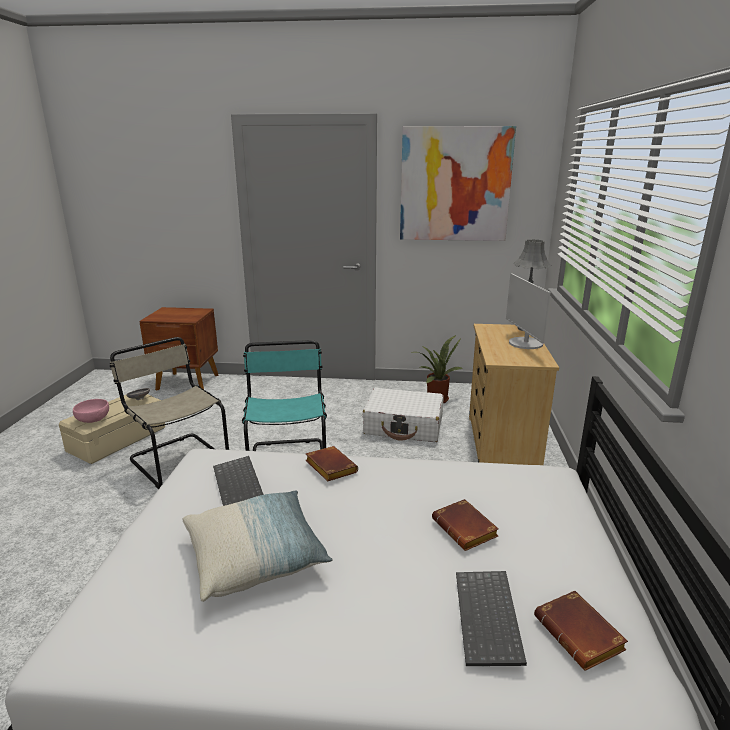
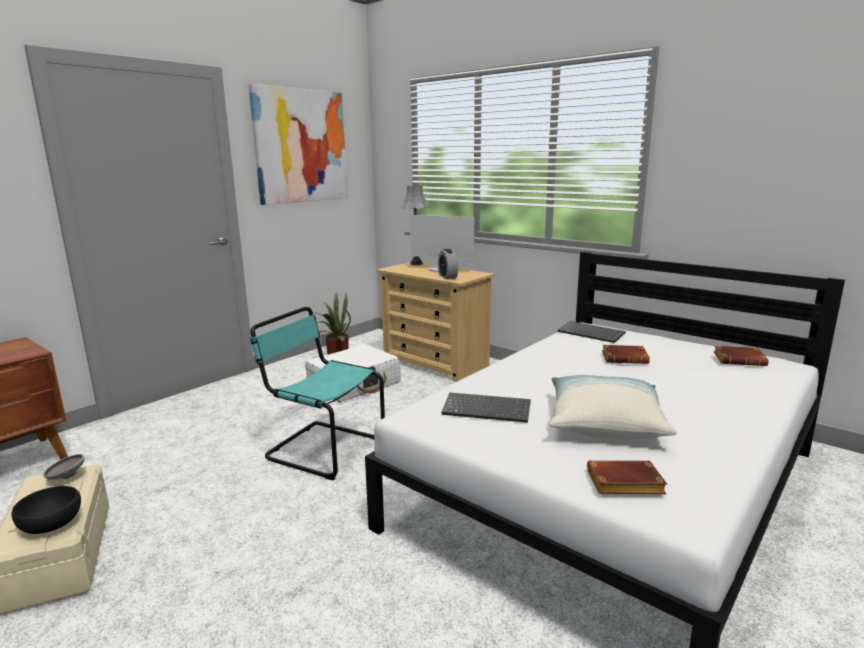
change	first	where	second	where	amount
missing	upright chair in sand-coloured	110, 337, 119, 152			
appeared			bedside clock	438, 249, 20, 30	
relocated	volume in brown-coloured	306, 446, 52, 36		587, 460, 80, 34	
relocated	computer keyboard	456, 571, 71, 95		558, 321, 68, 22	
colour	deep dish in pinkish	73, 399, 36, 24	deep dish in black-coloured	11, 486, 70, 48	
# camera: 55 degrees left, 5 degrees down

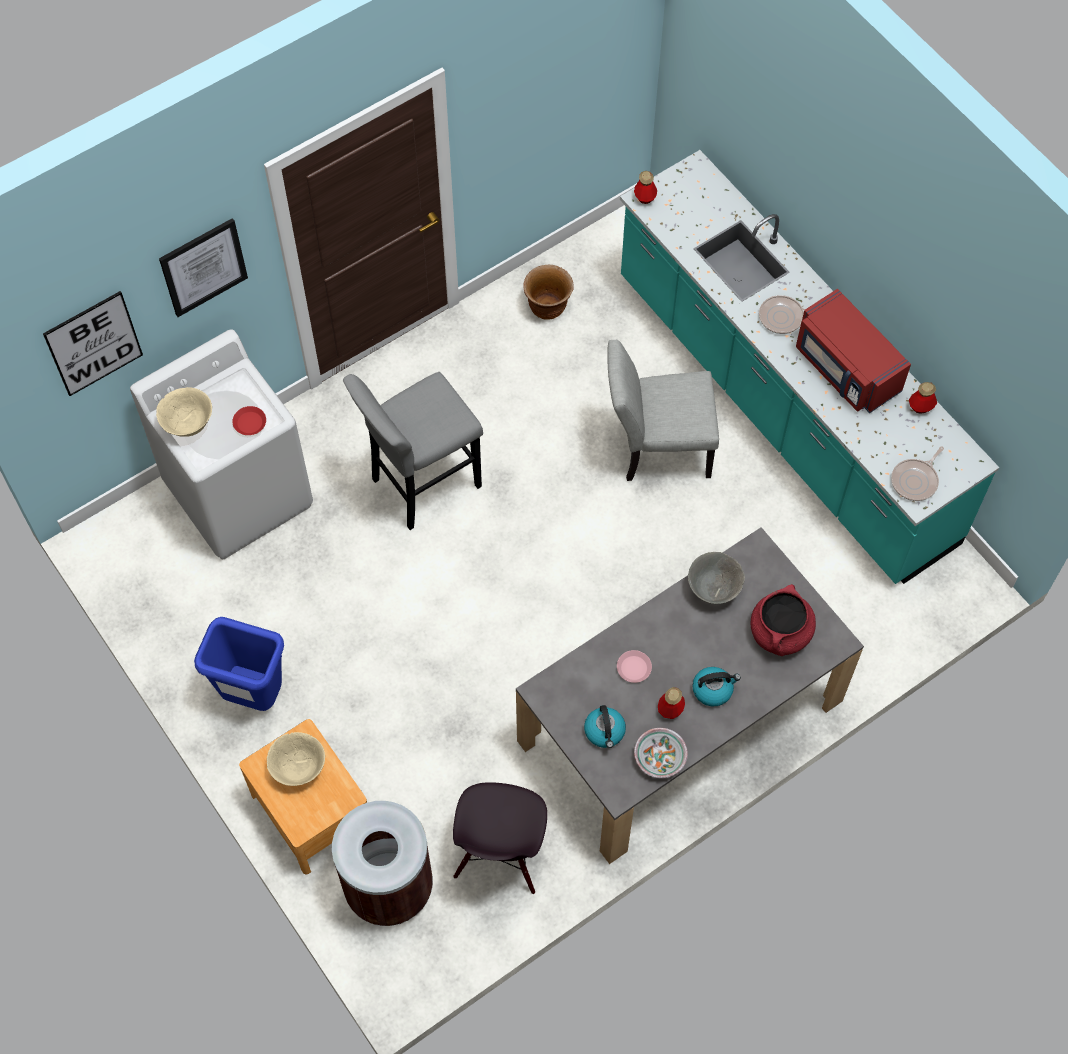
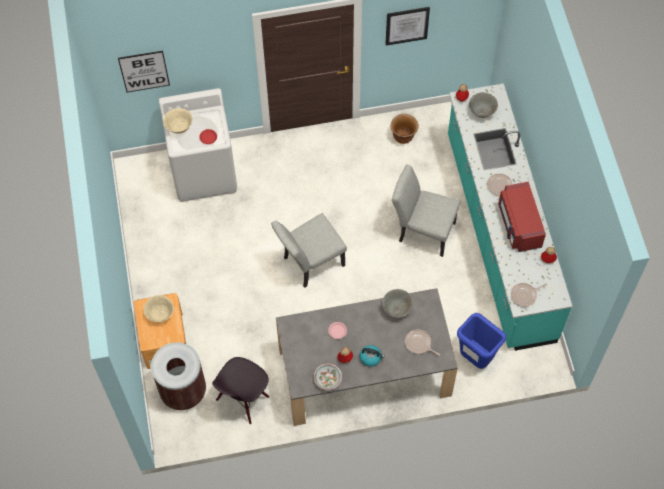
change	first	where	second	where	amount
missing	stool in greyish	343, 372, 140, 158			
missing	kettle	584, 705, 42, 43			
appeared			upright chair in greyish	271, 213, 76, 75	
appeared			deep dish in greyish	469, 92, 29, 26	
relocated	wall picture	159, 218, 89, 99		385, 7, 45, 39	
relocated	rubbish bin in blue-coloured	194, 617, 90, 94		457, 313, 49, 56	
exchanged	stockpot in reddish	751, 584, 65, 72	skillet	405, 329, 35, 27	
# camera: 25 degrees right, 0 degrees up

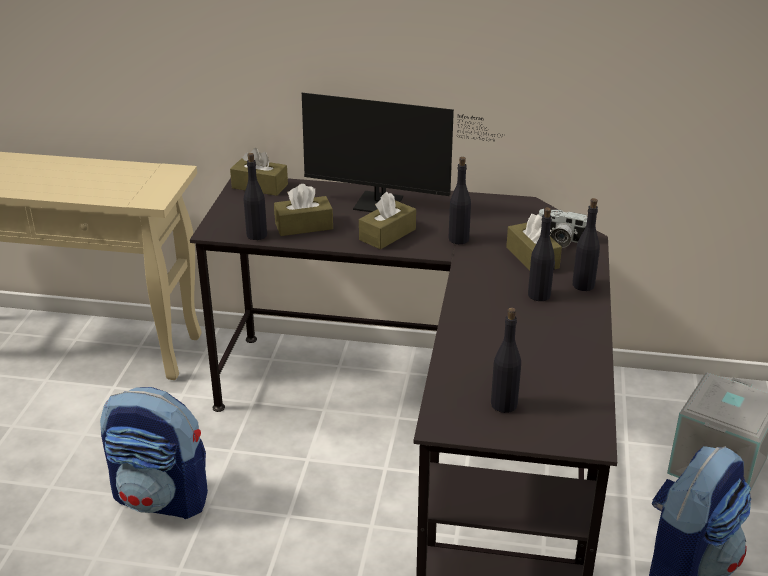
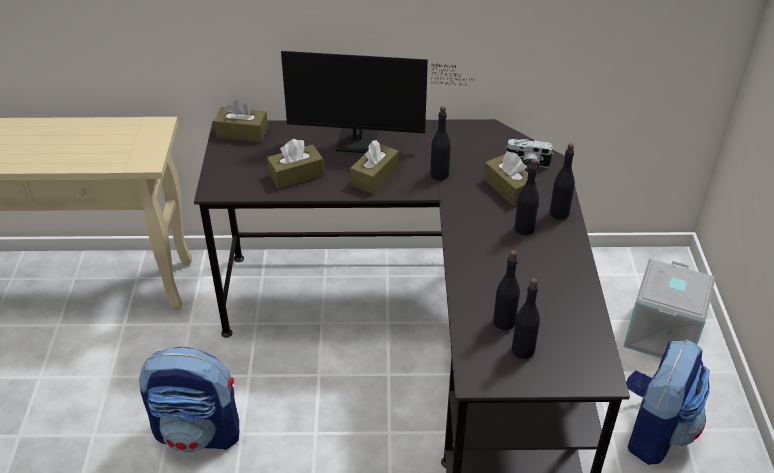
change	first	where	second	where	amount
relocated	beverage bottle in black-coloured	244, 153, 23, 87		493, 250, 27, 80	
# camera: 10 degrees left, 10 degrees up

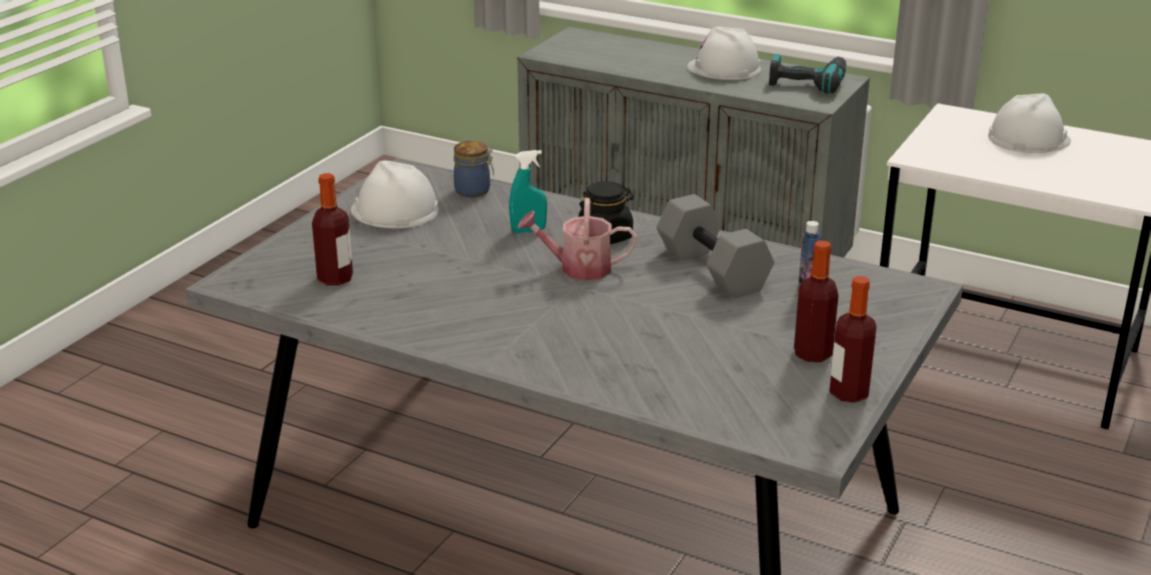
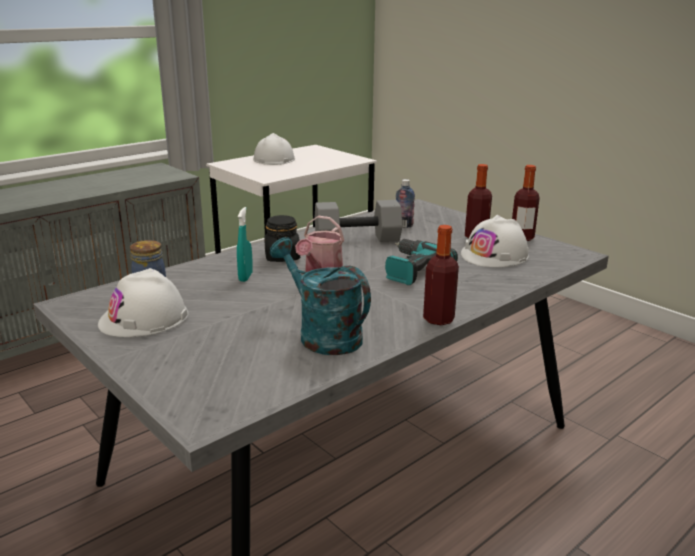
change	first	where	second	where	amount
appeared			watering can in blue-green	270, 237, 101, 118	
relocated	beverage bottle	312, 173, 41, 112		423, 225, 36, 100	
relocated	work helmet in white	687, 27, 74, 53		461, 215, 68, 52	
relocated	power drill	769, 54, 77, 40		385, 239, 73, 46	
# camera: 70 degrees left, 5 degrees down

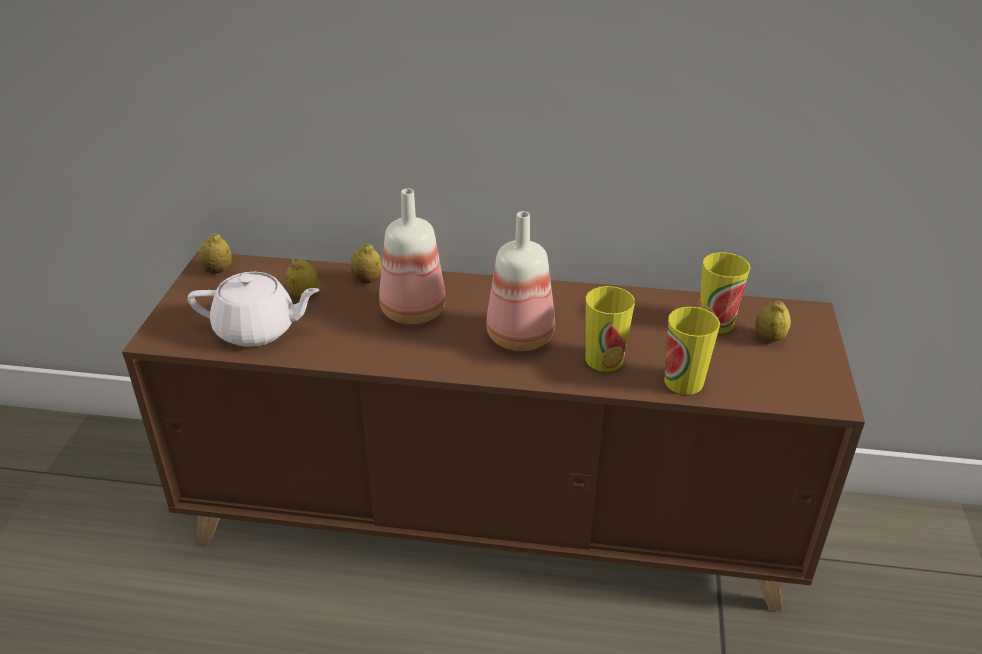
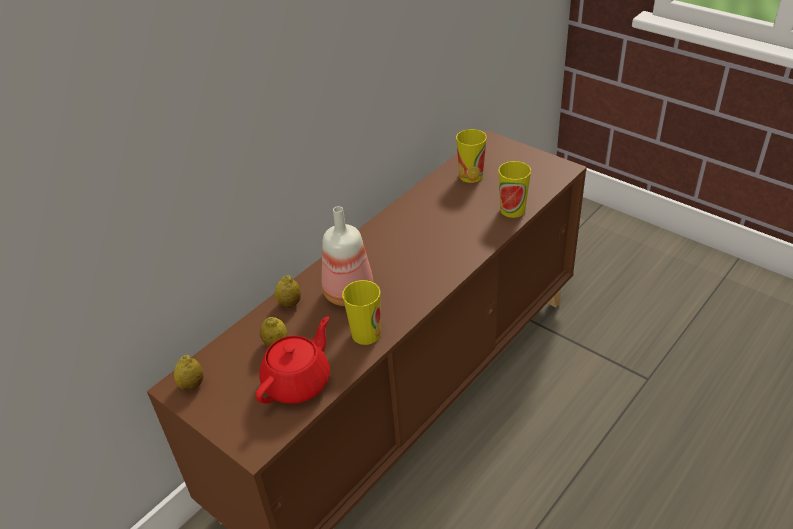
change	first	where	second	where	amount
missing	beverage bottle	486, 211, 69, 140			
missing	lemon	755, 301, 36, 41			
relocated	small cup	586, 286, 49, 86		342, 280, 39, 65	
colour	tea pot in white	188, 272, 131, 75	tea pot in reddish	255, 317, 75, 87	
# camera: 55 degrees left, 5 degrees up

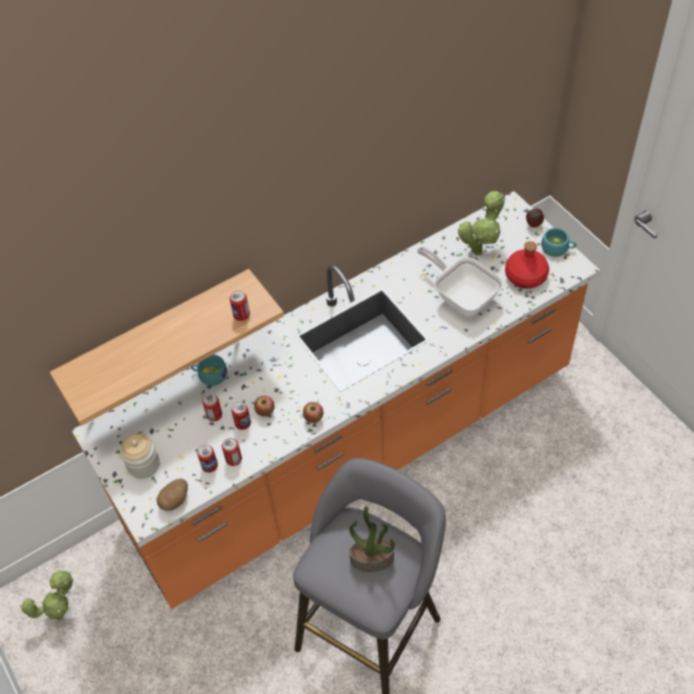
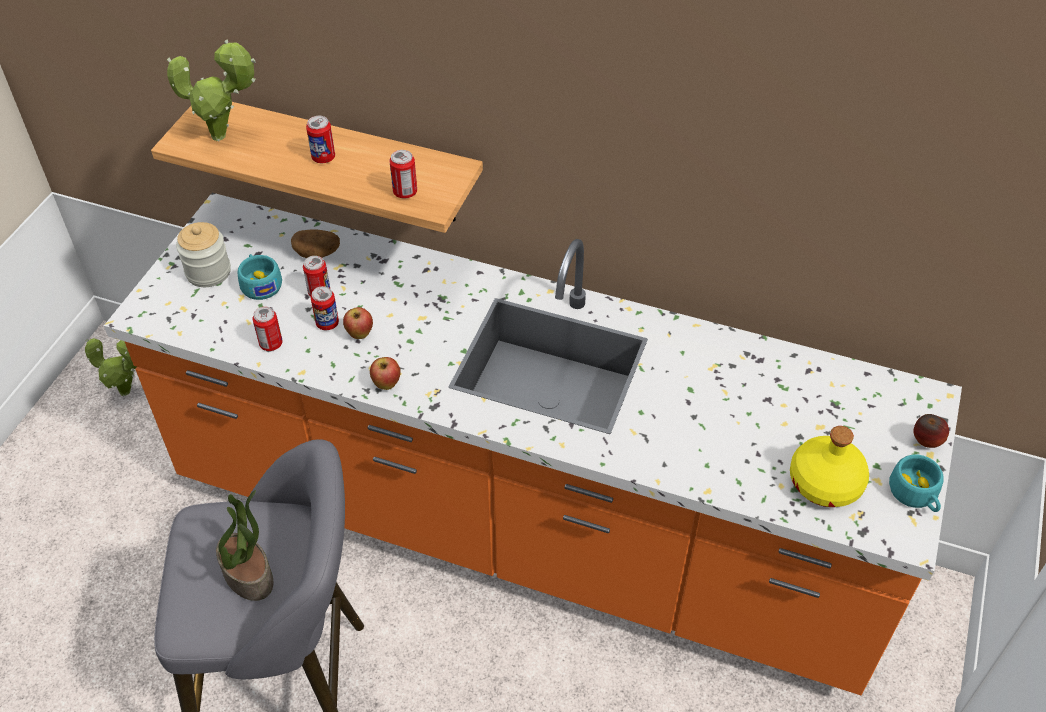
change	first	where	second	where	amount
missing	skillet	417, 247, 86, 69			
relocated	spud	157, 479, 31, 32		291, 229, 49, 29	
relocated	small cup in blue-green	191, 354, 36, 32		237, 254, 45, 46	
relocated	sealed can	197, 444, 21, 29		306, 116, 29, 47	
relocated	plant in a pot	458, 191, 47, 65		167, 39, 89, 102	
colour	beverage bottle in reddish	505, 241, 44, 48	beverage bottle in yellow	790, 426, 79, 81	
# camera: 50 degrees right, 5 degrees down

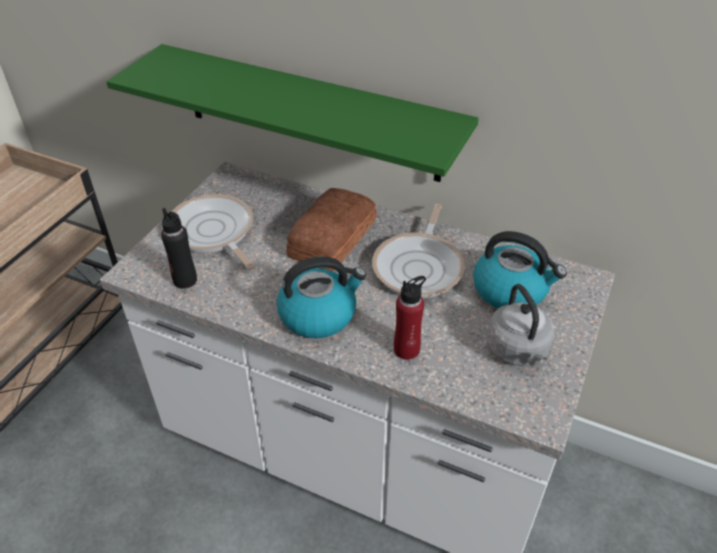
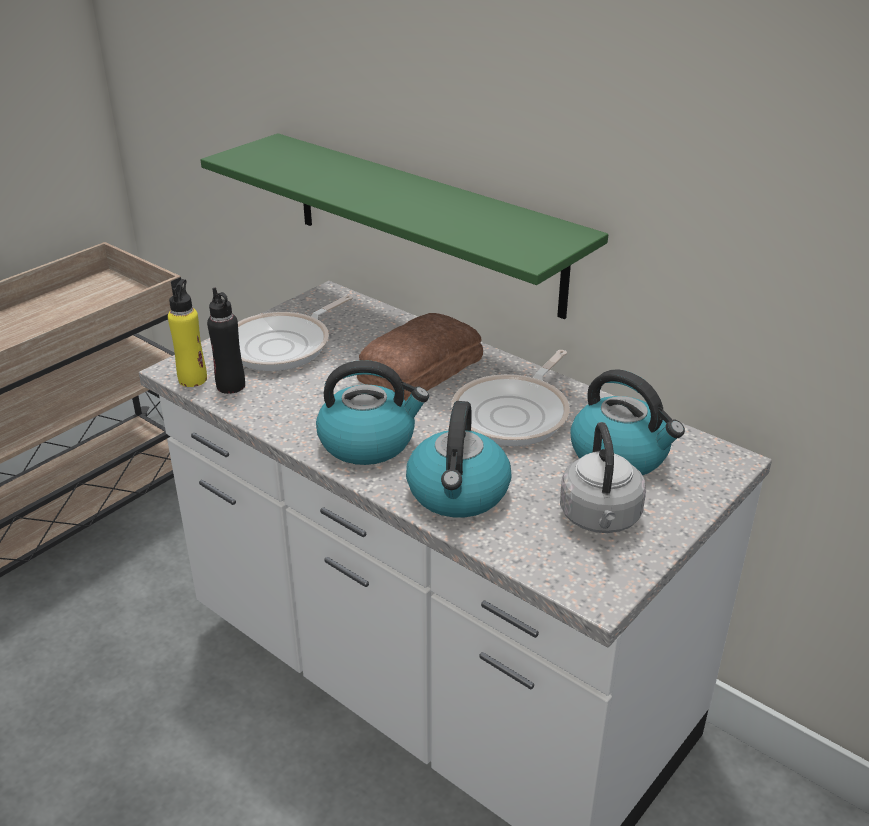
change	first	where	second	where	amount
appeared			beverage bottle in yellow	168, 279, 39, 108	
exchanged	beverage bottle in reddish	394, 276, 32, 84	kettle	406, 401, 106, 116	
spun	skillet	171, 194, 84, 76		238, 295, 115, 76	120 degrees counterclockwise
# camera: 15 degrees right, 10 degrees down

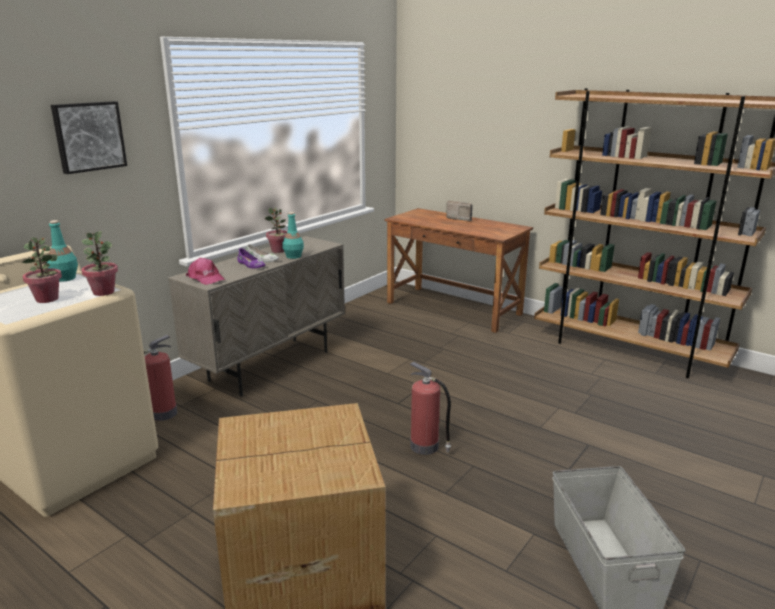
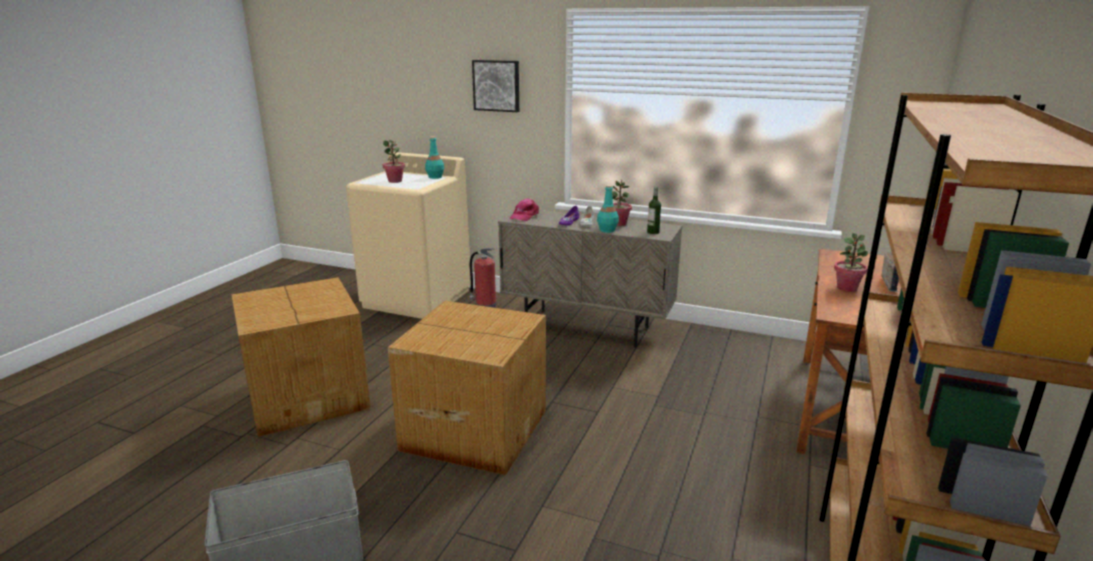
change	first	where	second	where	amount
appeared			beverage bottle	647, 187, 14, 47	
relocated	plant in a pot	81, 231, 37, 65		834, 233, 34, 59	
exchanged	fire extinguisher	410, 361, 41, 94	carton	388, 301, 158, 174	
# camera: 75 degrees right, 0 degrees up

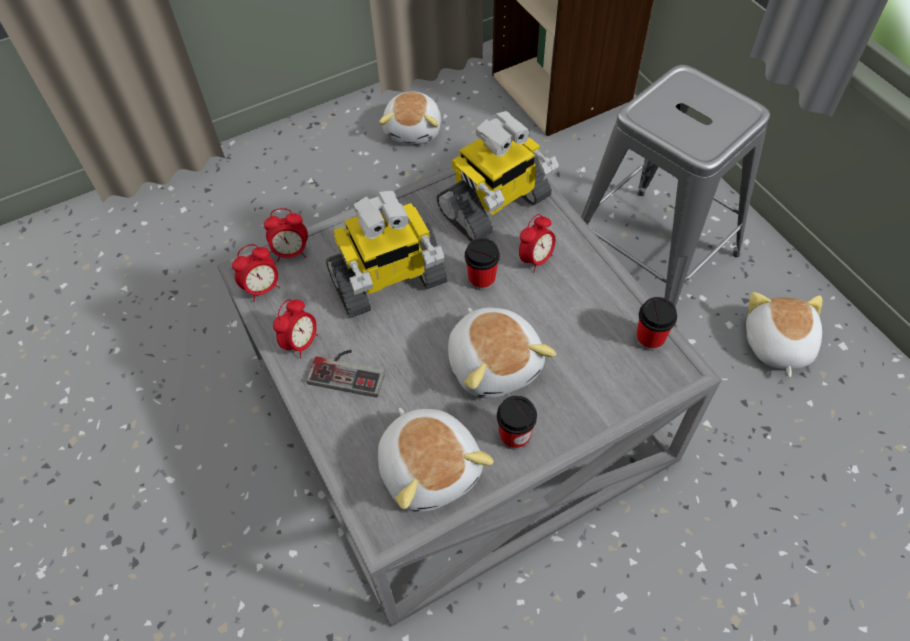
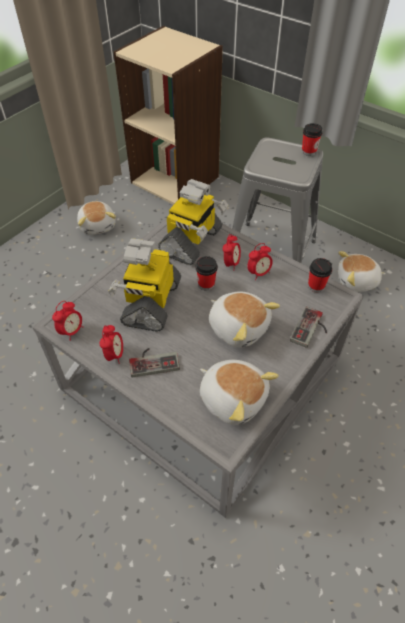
change	first	where	second	where	amount
appeared			joypad	290, 306, 37, 42	
relocated	bedside clock	264, 208, 44, 54		247, 243, 26, 37	
relocated	small cup	497, 395, 40, 55		302, 123, 21, 33	
spun	robot figure	326, 191, 122, 127		108, 238, 73, 94	150 degrees clockwise
spun	soft toy	746, 292, 76, 85		338, 251, 48, 41	75 degrees counterclockwise
# camera: 25 degrees left, 5 degrees down

